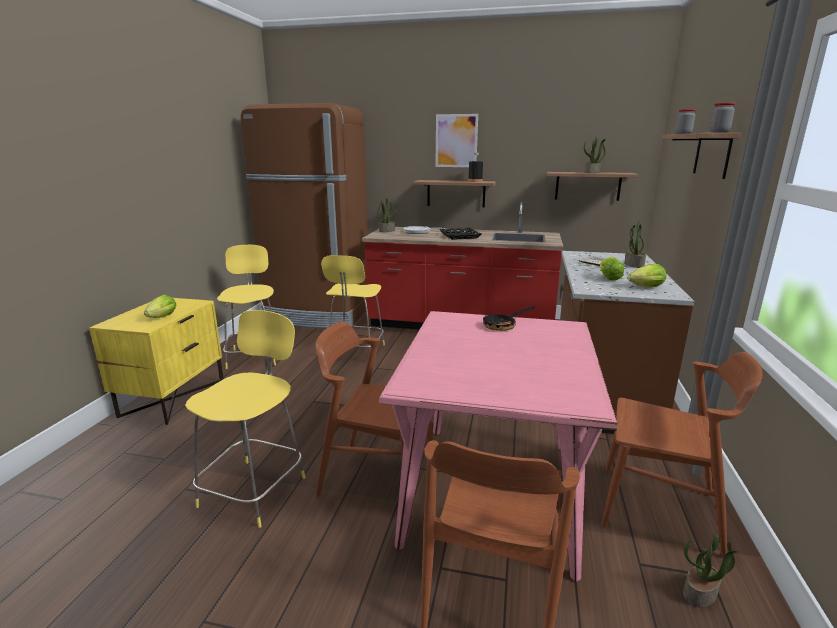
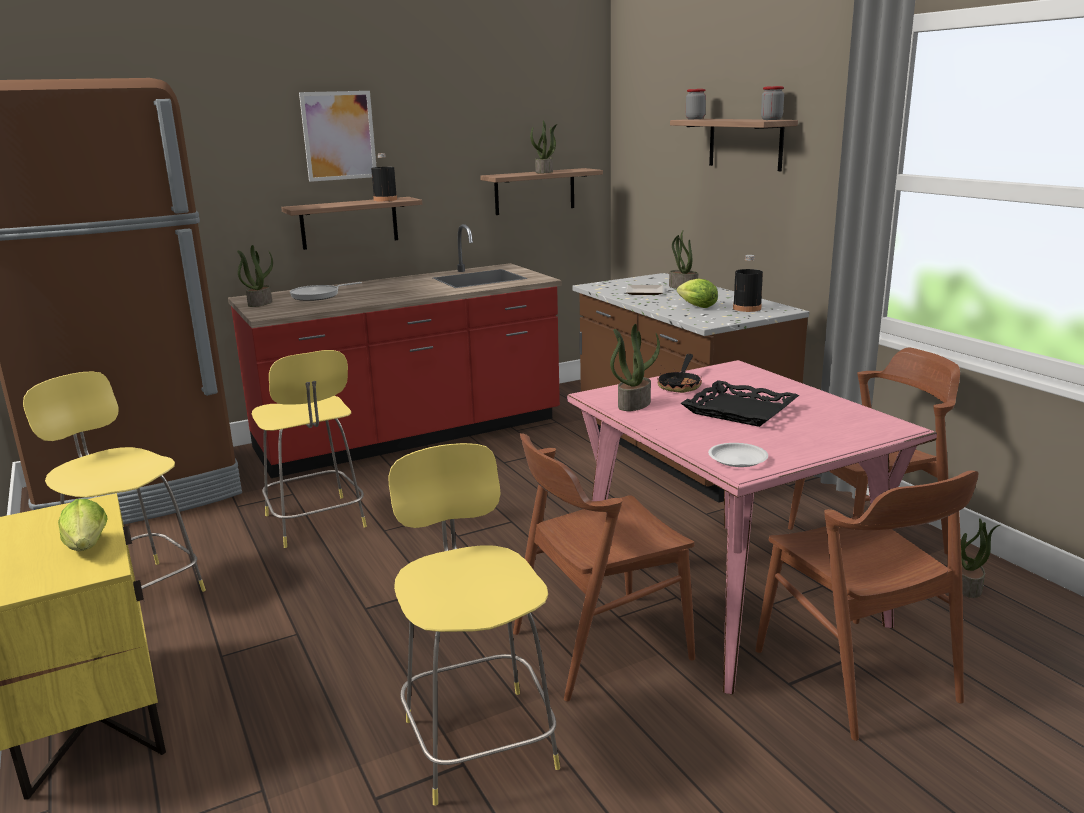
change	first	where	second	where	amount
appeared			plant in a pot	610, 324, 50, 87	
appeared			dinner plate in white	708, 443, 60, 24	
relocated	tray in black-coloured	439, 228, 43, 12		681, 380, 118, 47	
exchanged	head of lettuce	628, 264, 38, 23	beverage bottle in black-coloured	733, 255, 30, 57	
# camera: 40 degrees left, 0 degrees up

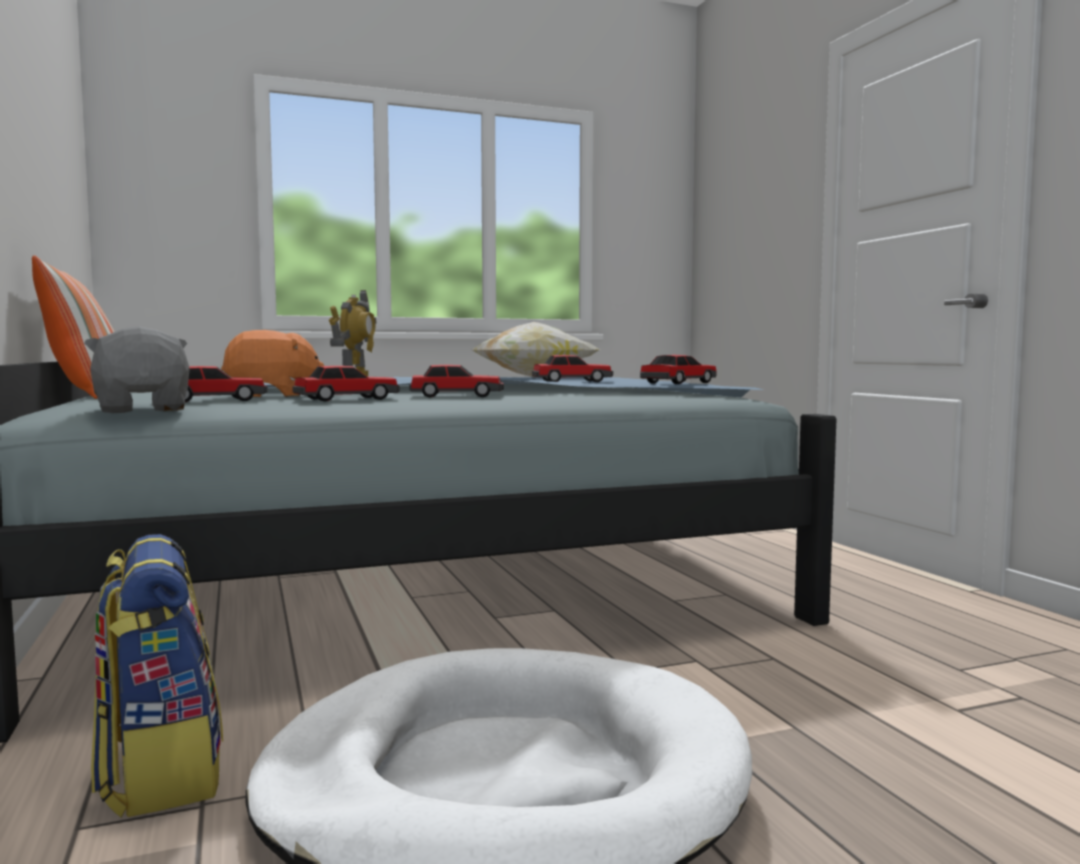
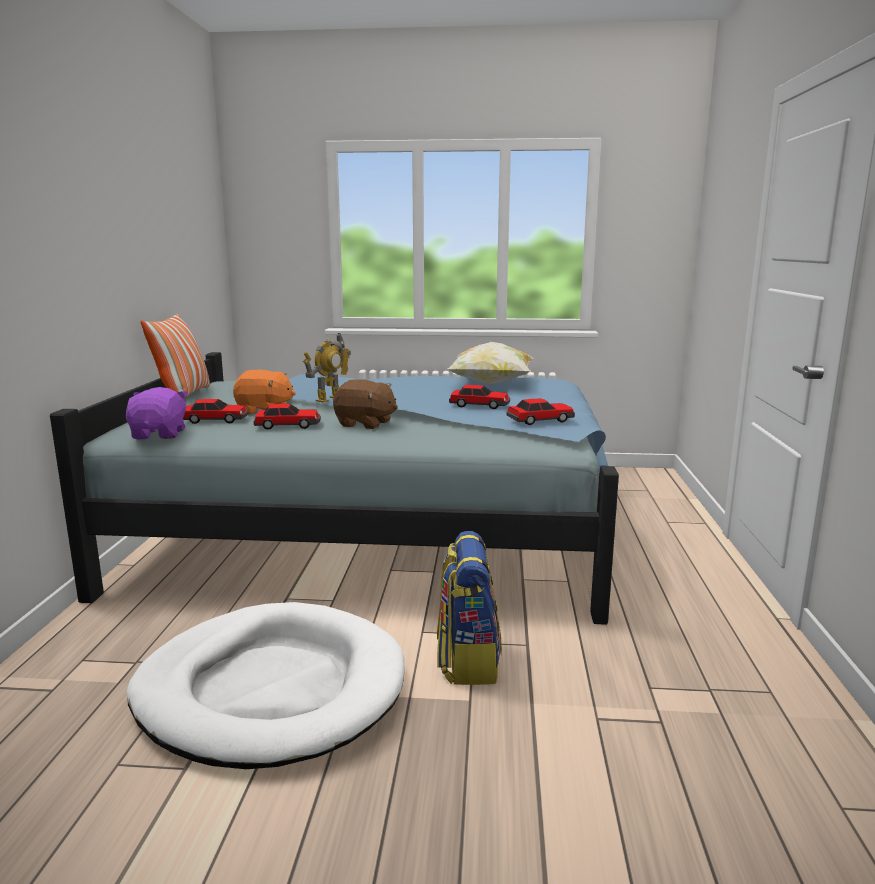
change	first	where	second	where	amount
relocated	knapsack	91, 534, 132, 284		437, 531, 65, 154	
exchanged	model car	409, 365, 95, 32	soft toy in brown-coloured	333, 379, 65, 50	
colour	soft toy in greyish	84, 326, 106, 87	soft toy in purplish	126, 387, 62, 52	
# camera: 25 degrees right, 10 degrees up

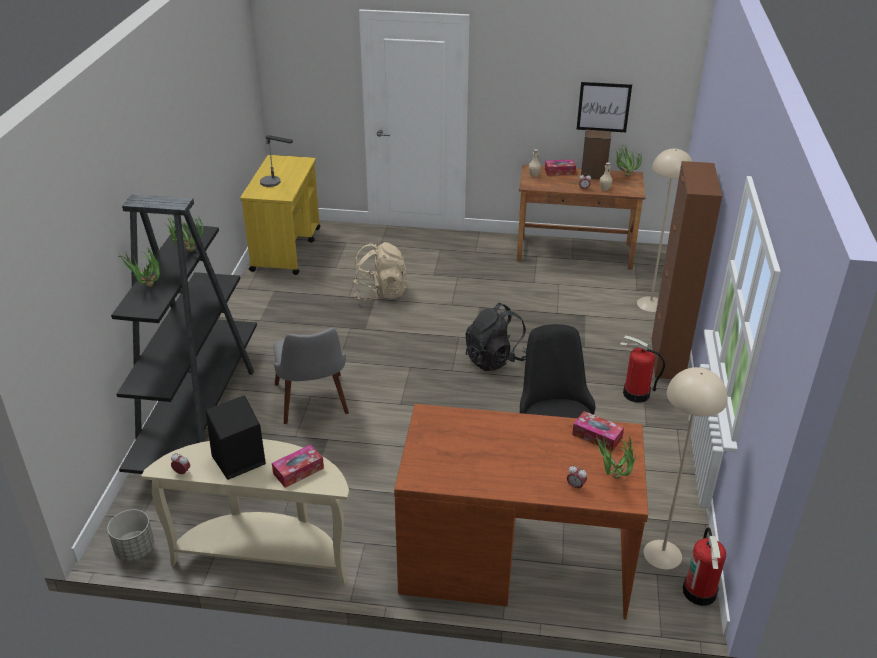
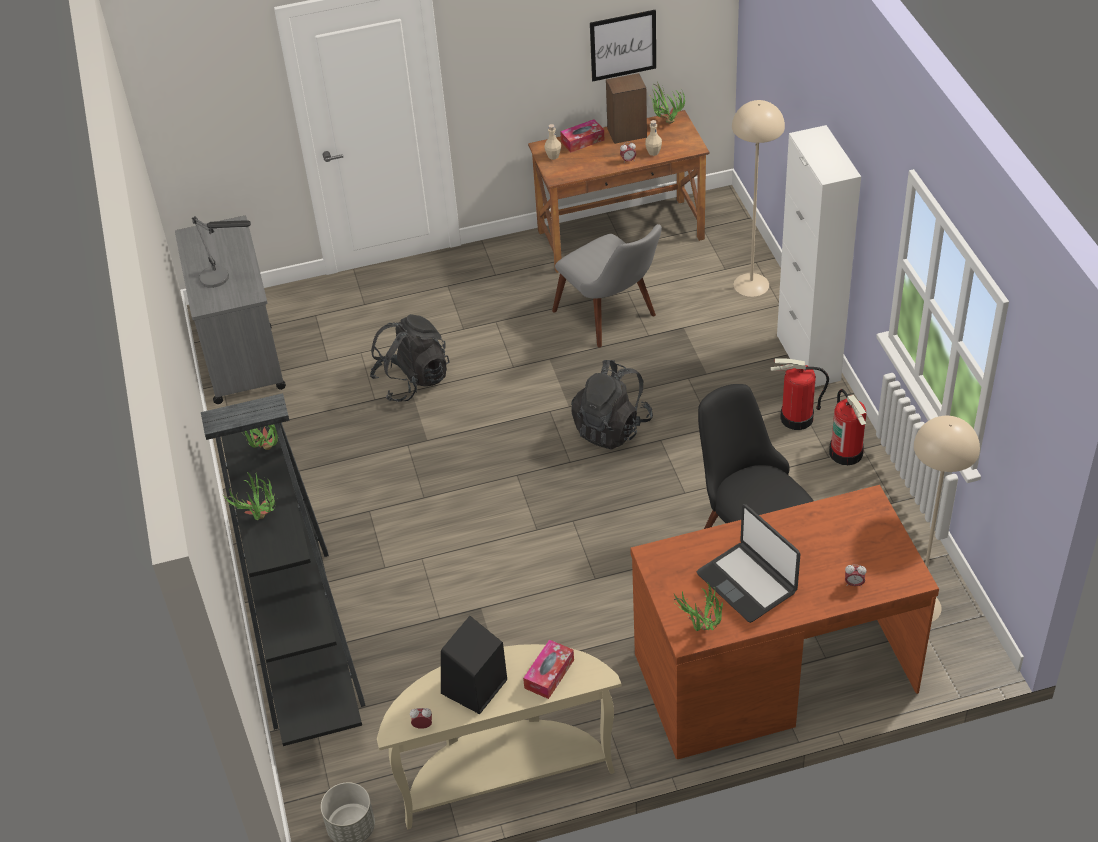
change	first	where	second	where	amount
missing	tissue box	572, 411, 52, 41			
appeared			laptop	697, 504, 103, 119	
relocated	upright chair in greyish	273, 328, 76, 96		552, 224, 110, 123	
relocated	plant in a pot	594, 434, 42, 45		674, 582, 49, 49	
relocated	fire extinguisher	683, 527, 43, 79		829, 389, 37, 76	
colour	wheeled cart in yellow	240, 155, 81, 120	wheeled cart in greyish	175, 216, 111, 188	
colour	knapsack in sand-coloured	352, 242, 56, 60	knapsack in black-coloured	370, 314, 80, 88	
colour	cabinet in brown-coloured	651, 161, 71, 218	cabinet in white	777, 125, 84, 262	
# camera: 20 degrees left, 10 degrees up

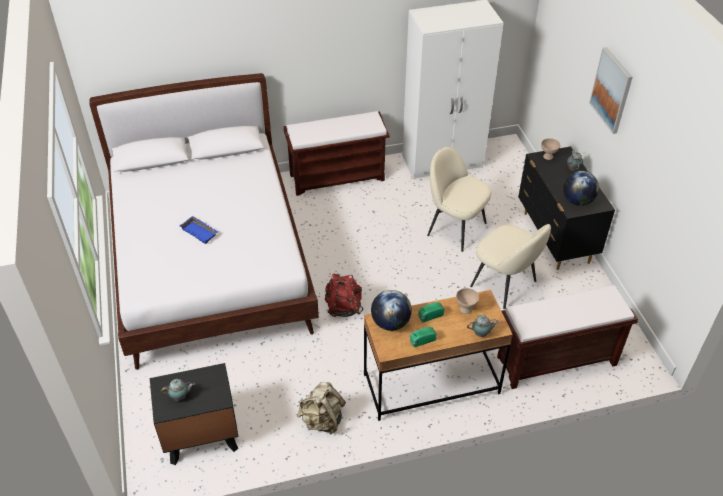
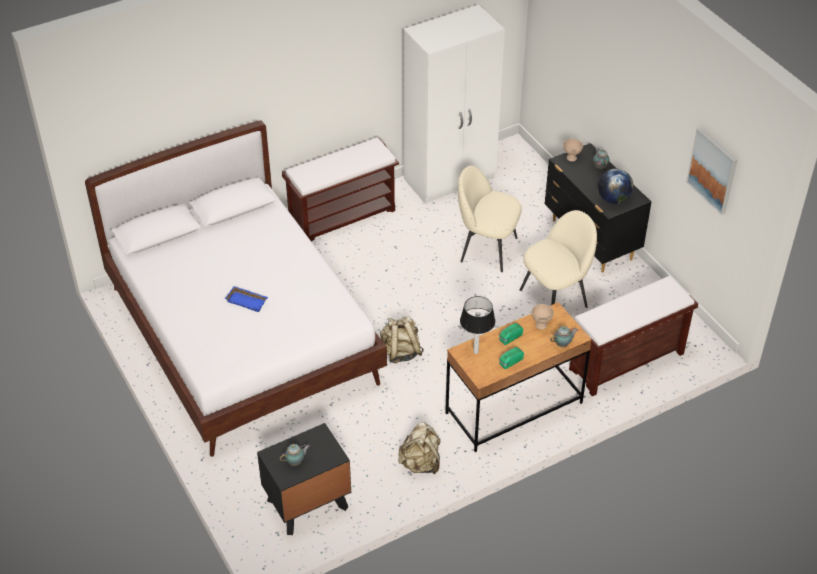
change	first	where	second	where	amount
relocated	wall picture	589, 47, 44, 87		686, 127, 51, 88	
exchanged	world globe	371, 290, 41, 41	lamp for a table	460, 296, 35, 58	
colour	knapsack in reddish	325, 273, 38, 44	knapsack in sand-coloured	380, 316, 44, 47	
spun	upright chair in sand-coloured	470, 224, 81, 85		520, 210, 77, 98	60 degrees counterclockwise
# camera: 15 degrees left, 0 degrees up

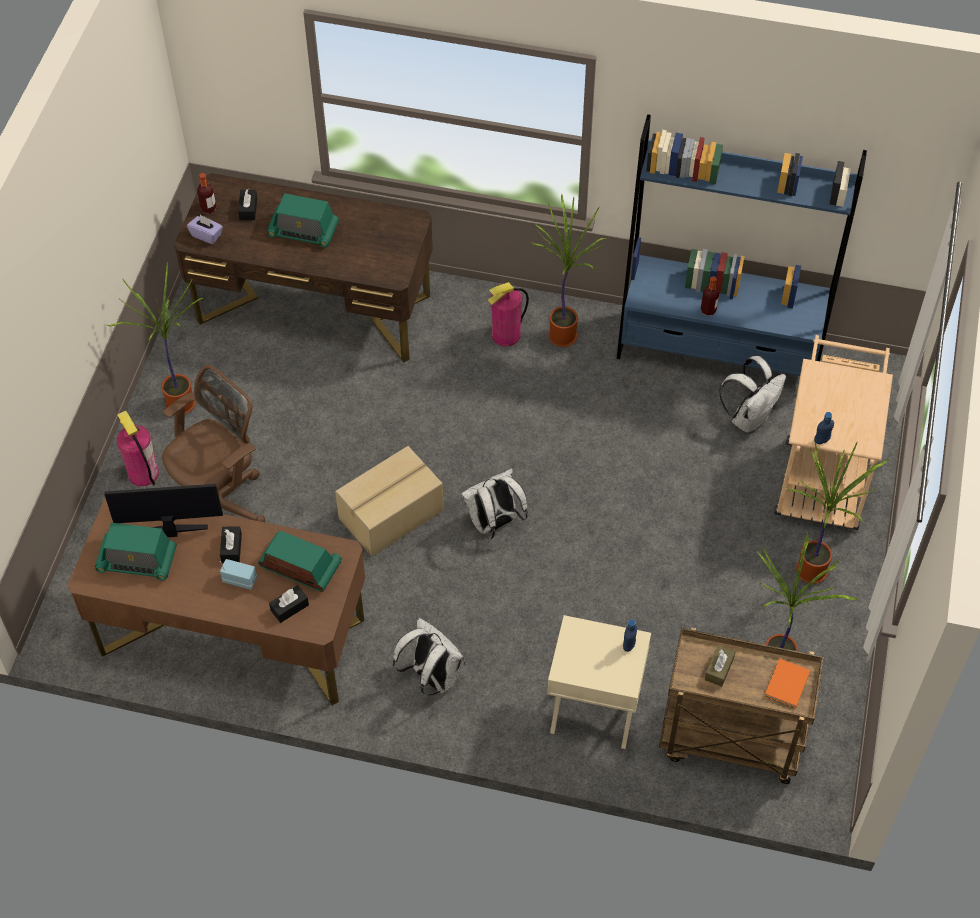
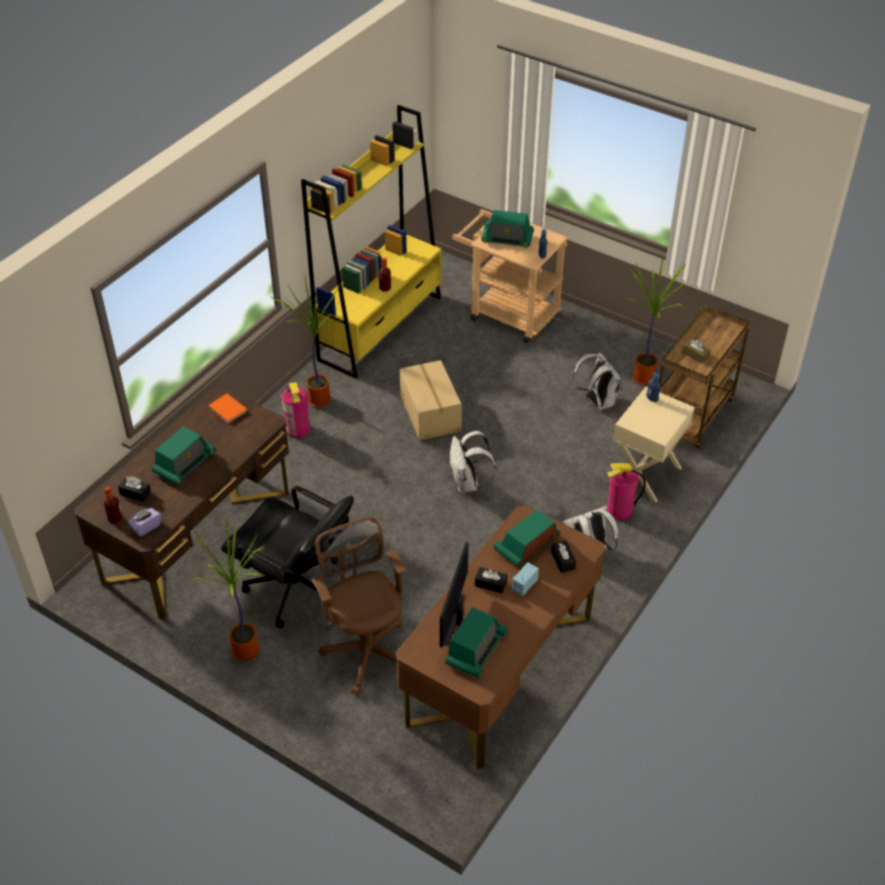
change	first	where	second	where	amount
missing	plant in a pot	787, 441, 103, 143			
appeared			desk chair in black-coloured	221, 486, 133, 142	
appeared			radio receiver	481, 210, 53, 38	
relocated	fire extinguisher	117, 411, 42, 75		607, 463, 39, 58	
relocated	carton	335, 446, 109, 110		400, 360, 62, 80	
relocated	knapsack in white	719, 356, 67, 77		573, 353, 49, 57	
relocated	volume in orange	764, 658, 46, 50		208, 394, 40, 30	
colour	bookcase in blue-coloured	617, 114, 250, 262	bookcase in yellow	301, 105, 140, 274	
# camera: 70 degrees left, 10 degrees down

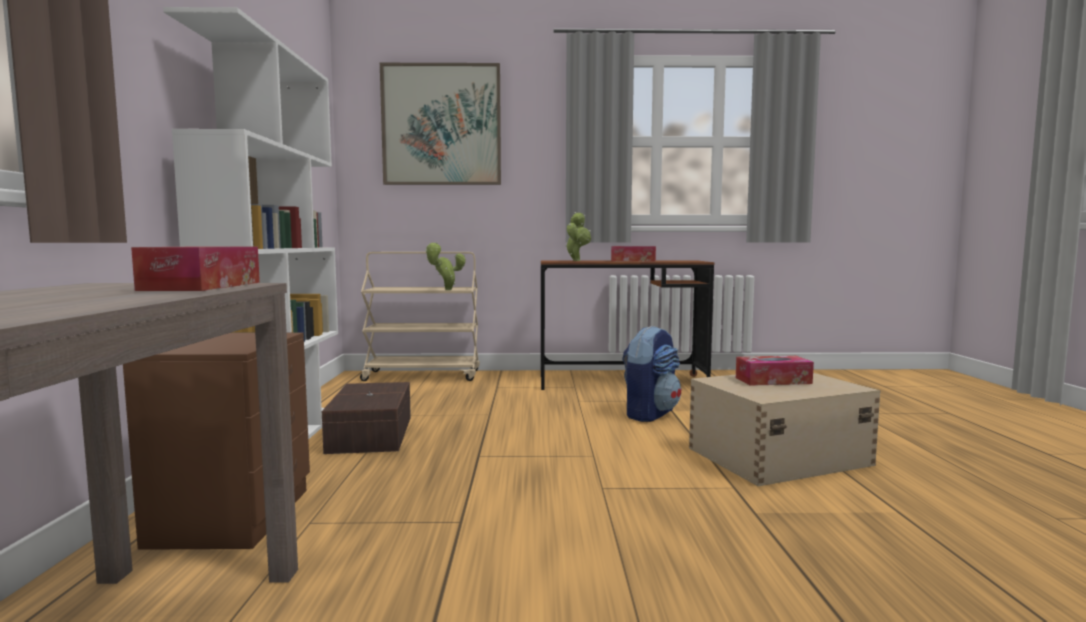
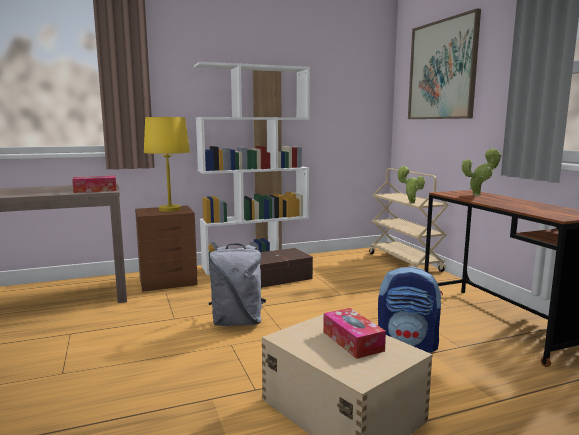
change	first	where	second	where	amount
missing	tissue box	611, 246, 45, 15			
appeared			lamp for a table in yellow	144, 116, 46, 96	
appeared			knapsack in greyish	209, 243, 57, 83	
# camera: 70 degrees right, 5 degrees up

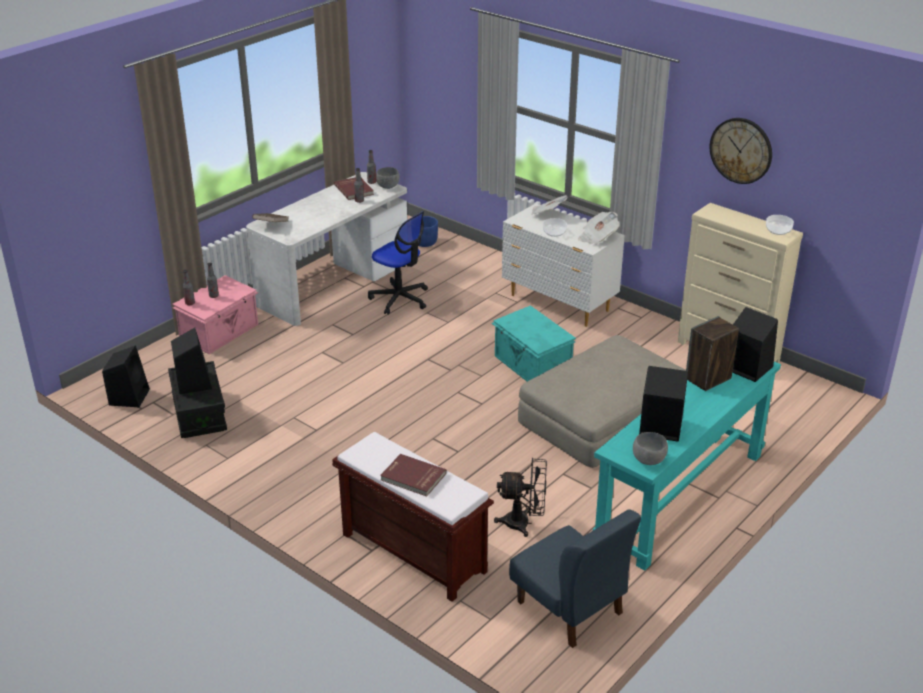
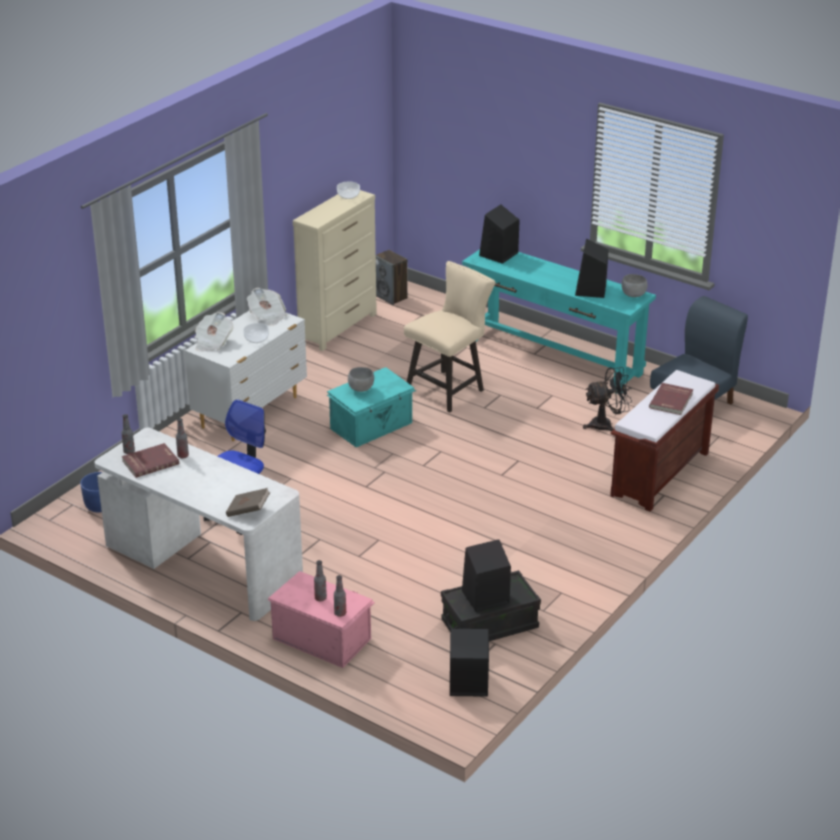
change	first	where	second	where	amount
missing	hanging clock	710, 118, 62, 66			
relocated	deep dish in greyish	376, 167, 24, 22		348, 367, 26, 25	
relocated	loudspeaker	686, 316, 53, 75		376, 250, 32, 55	
exchanged	ottoman in sand-coloured	518, 335, 168, 133	upright chair in sand-coloured	404, 261, 91, 152	
spun	fan in black-coloured	494, 458, 53, 79		583, 367, 49, 64	75 degrees clockwise
# camera: 95 degrees left, 0 degrees up

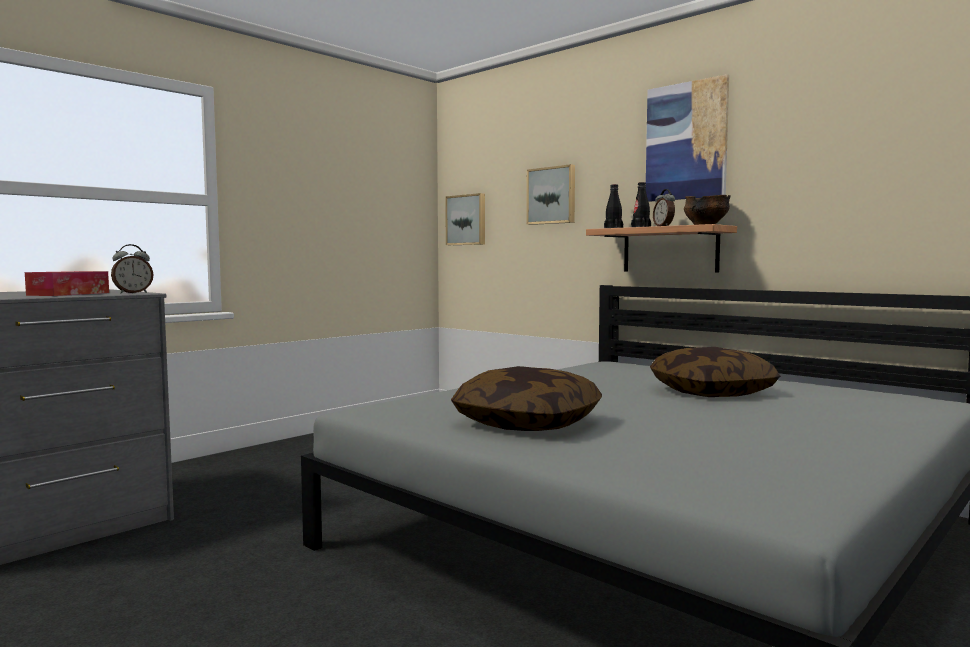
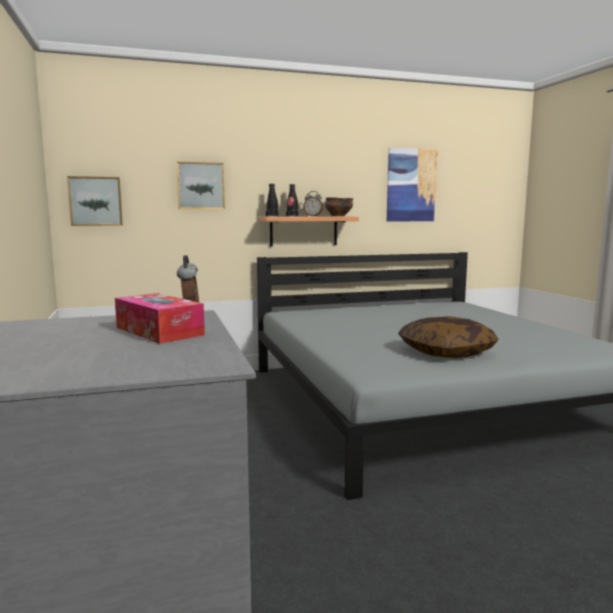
change	first	where	second	where	amount
missing	throw pillow	650, 347, 130, 50			
relocated	wall picture	646, 74, 83, 128		387, 148, 51, 73	
# camera: 60 degrees left, 5 degrees up

